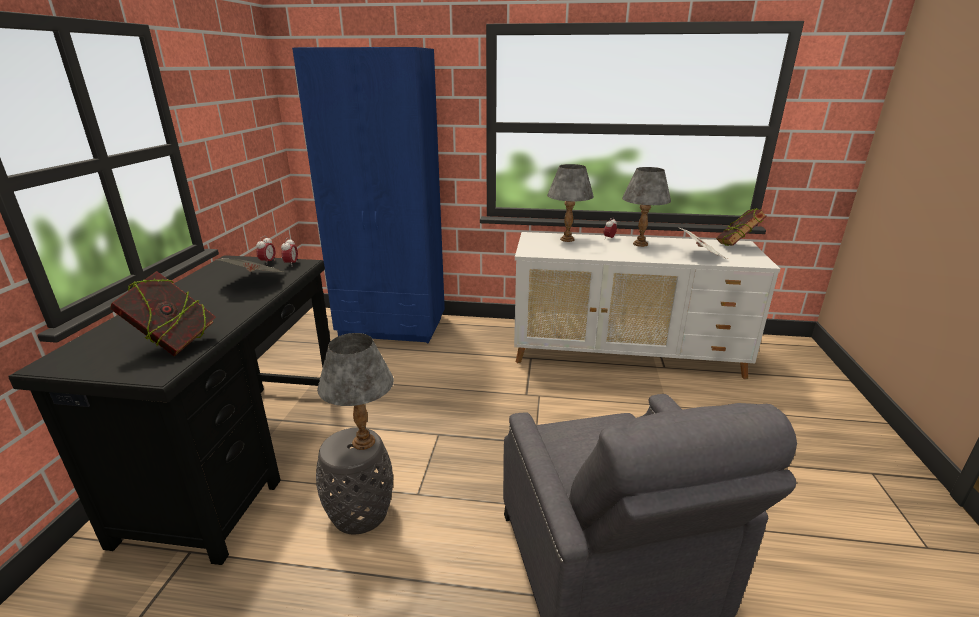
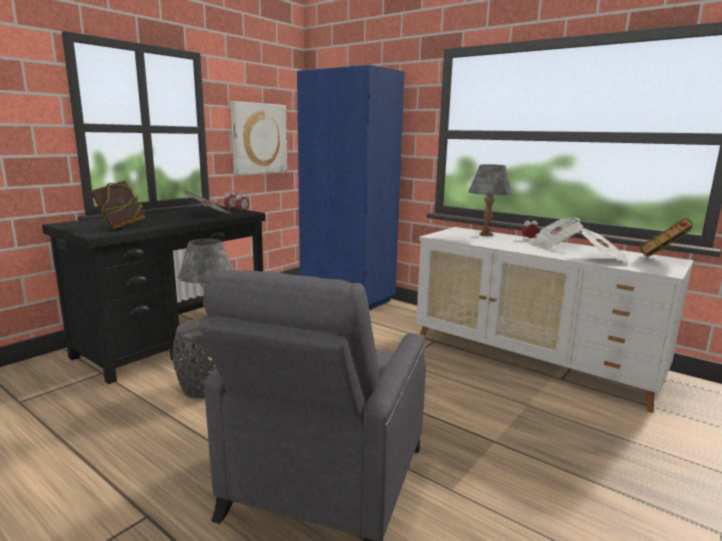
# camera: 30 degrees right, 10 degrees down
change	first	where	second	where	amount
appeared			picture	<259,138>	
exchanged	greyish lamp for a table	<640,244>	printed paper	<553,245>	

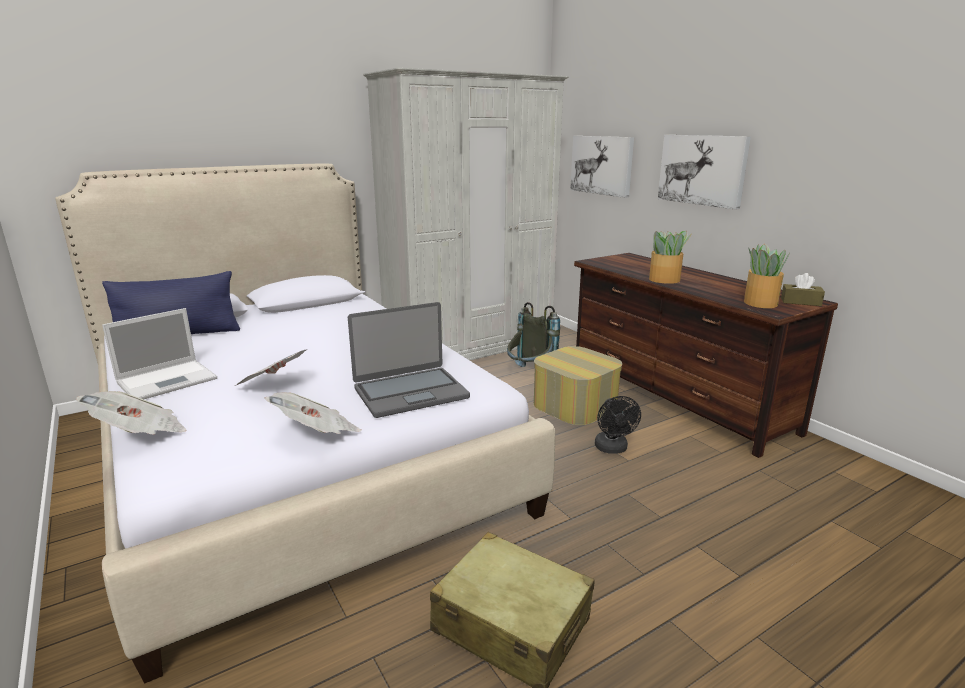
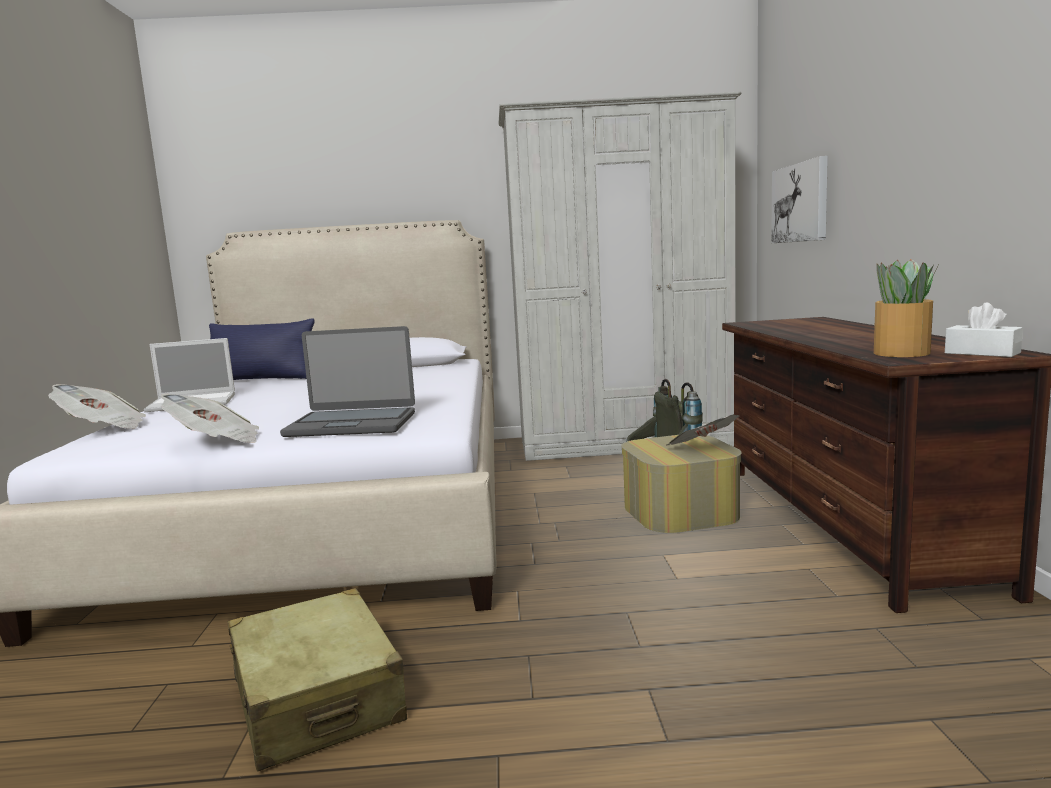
# camera: 30 degrees right, 10 degrees down
change	first	where	second	where	amount
missing	black cooling fan	<612,449>			
missing	plant in a pot	<665,280>			
missing	picture	<702,170>			
relocated	printed paper	<273,385>		<701,449>	
colour	brownish tissue box	<800,302>	whitish tissue box	<982,353>	

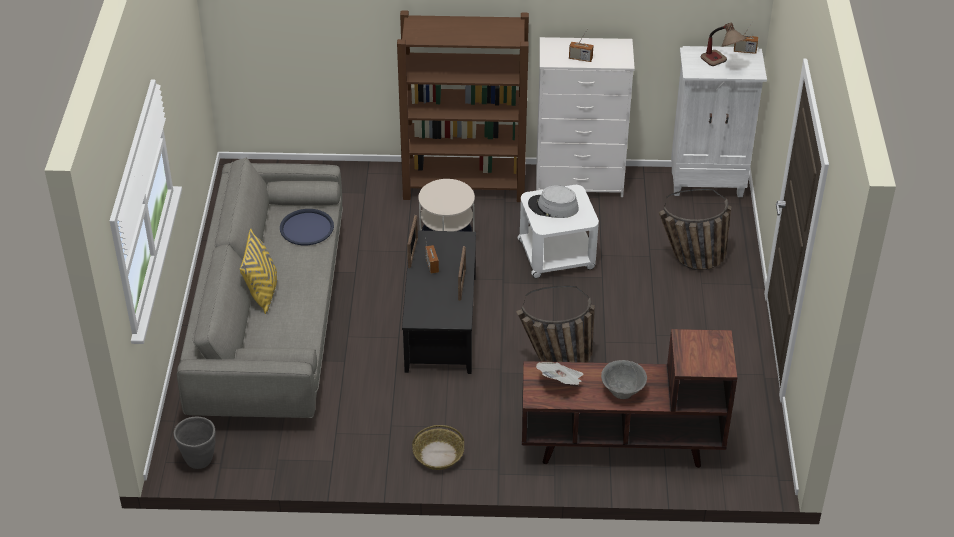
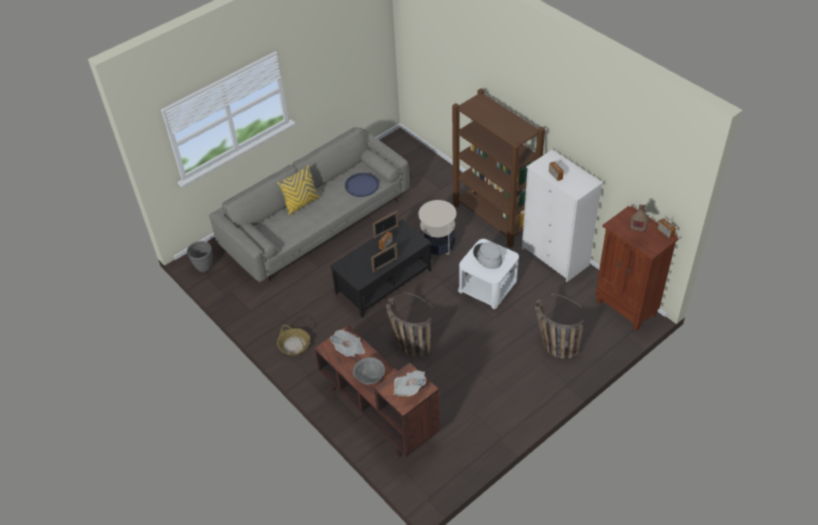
# camera: 50 degrees right, 5 degrees up
change	first	where	second	where	amount
appeared			printed paper	<408,388>	
colour	whitish storage cabinet	<707,185>	brownish storage cabinet	<625,309>	

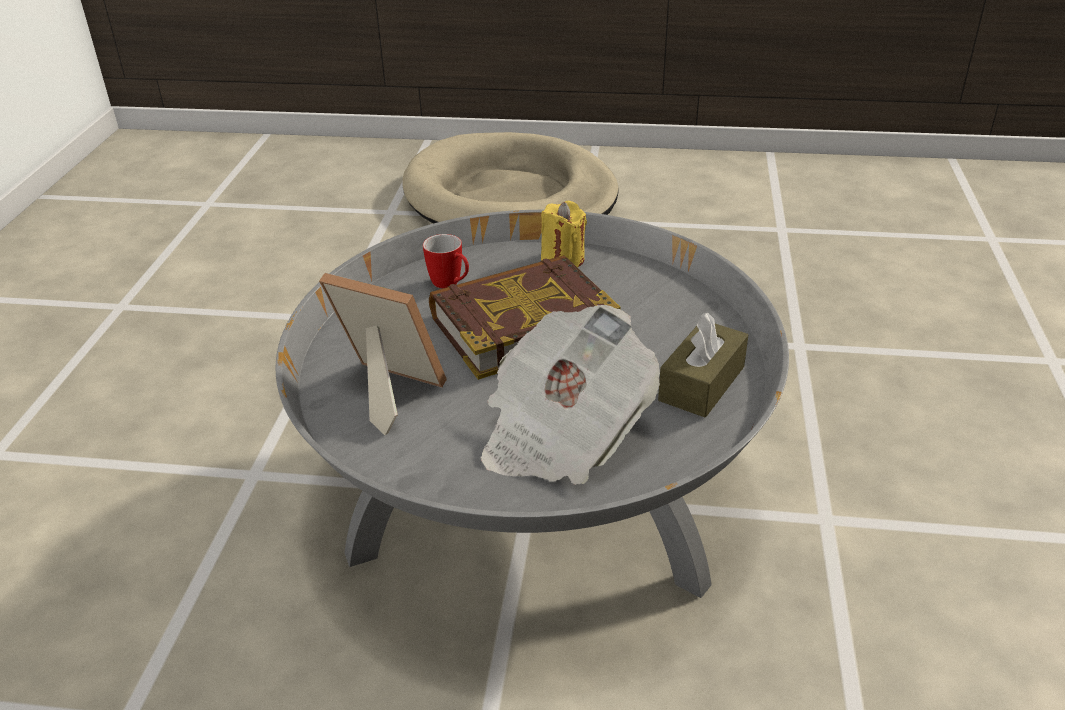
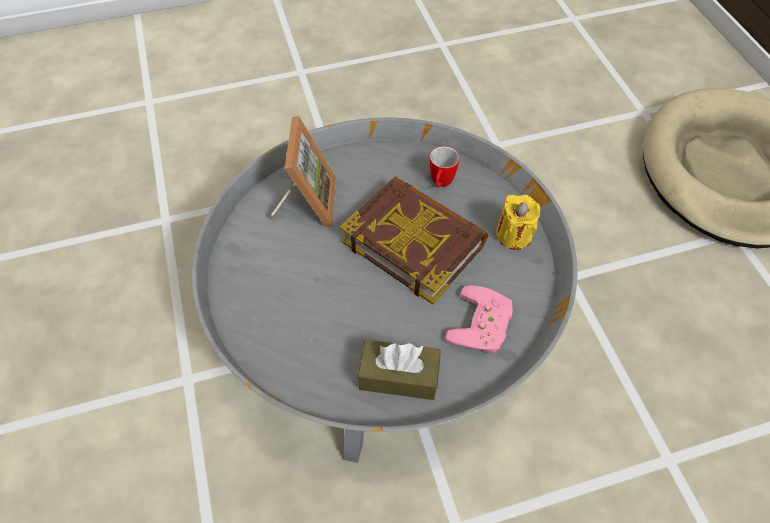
# camera: 65 degrees right, 20 degrees up
change	first	where	second	where	amount
missing	printed paper	<562,432>			
appeared			pink-coloured joypad	<484,325>	

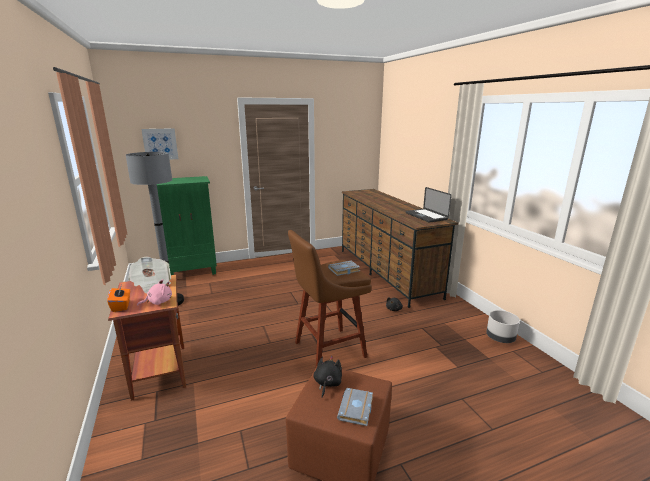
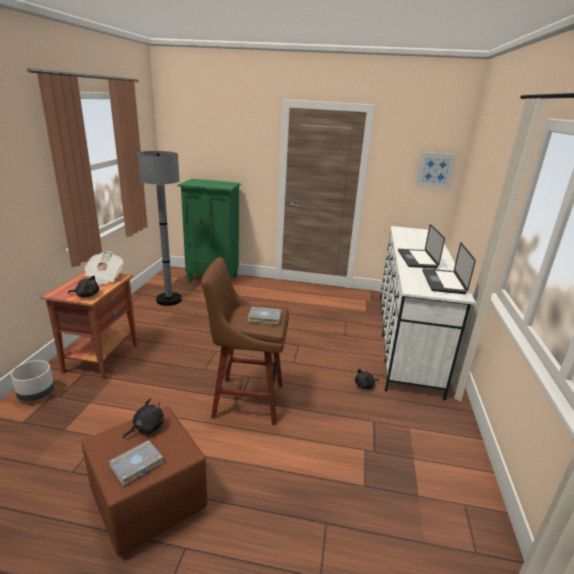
# camera: 30 degrees right, 5 degrees up
change	first	where	second	where	amount
missing	orangey tissue box	<121,306>			
appeared			notebook computer	<417,259>	
relocated	picture	<160,144>		<435,170>	
relocated	greyish planter	<500,338>		<36,394>	
colour	pink-coloured soft toy	<158,302>	black soft toy	<86,295>	
colour	brownish chest of drawers	<387,272>	whitish chest of drawers	<407,339>	

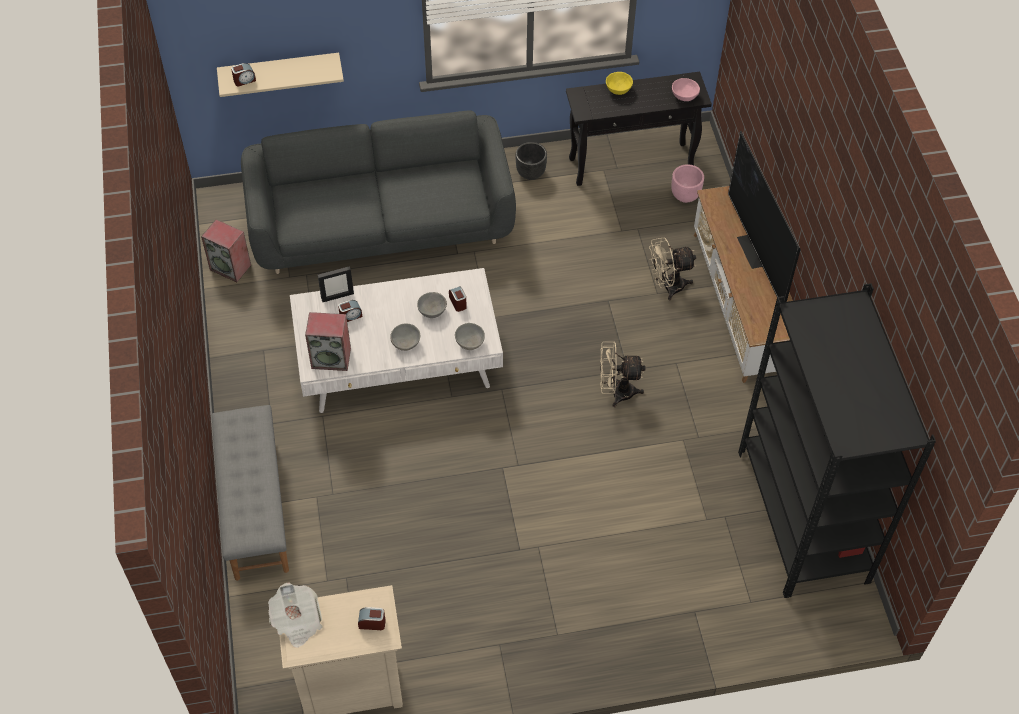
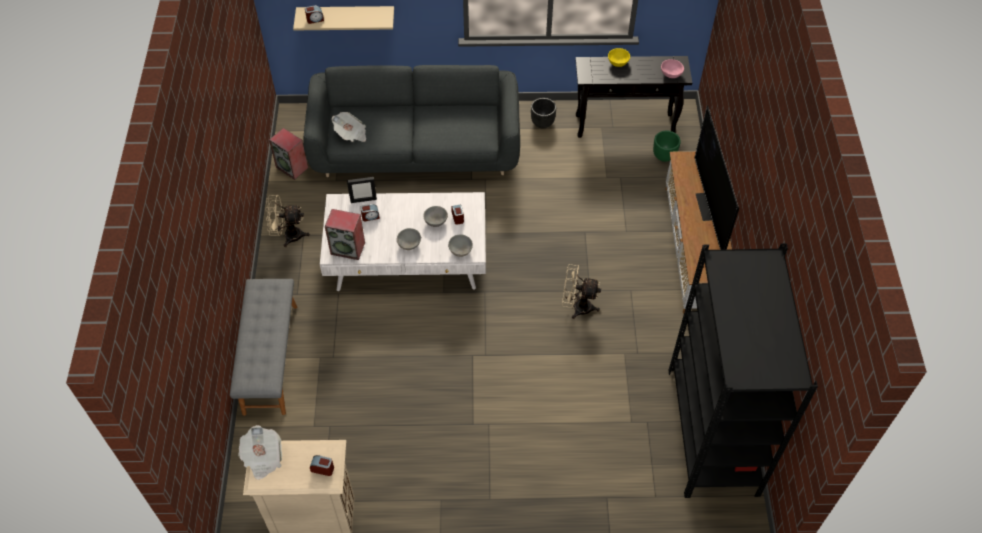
# camera: 10 degrees right, 0 degrees up
change	first	where	second	where	amount
appeared			printed paper	<351,134>	
relocated	sand-coloured cooling fan	<667,286>		<288,236>	
colour	pink-coloured planter	<685,196>	greenish planter	<664,156>	

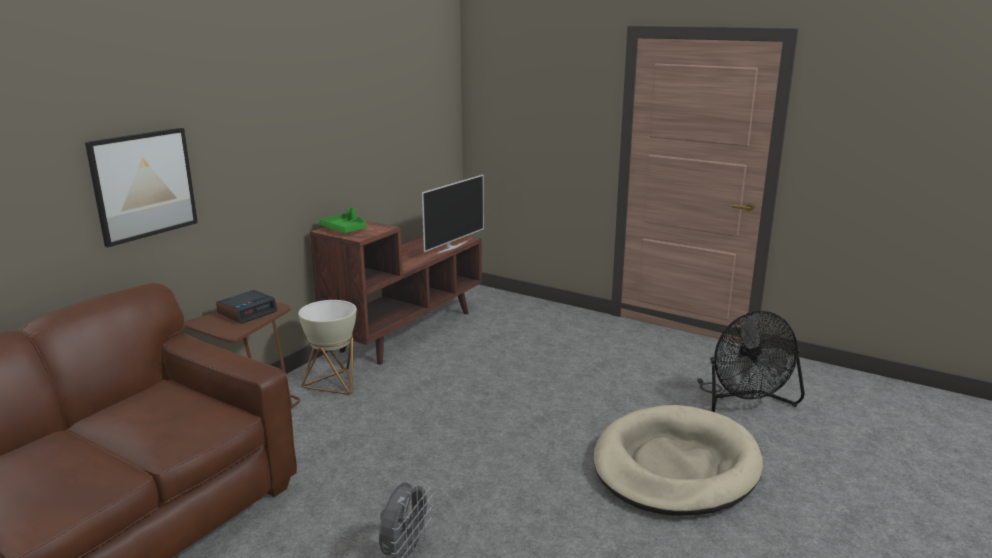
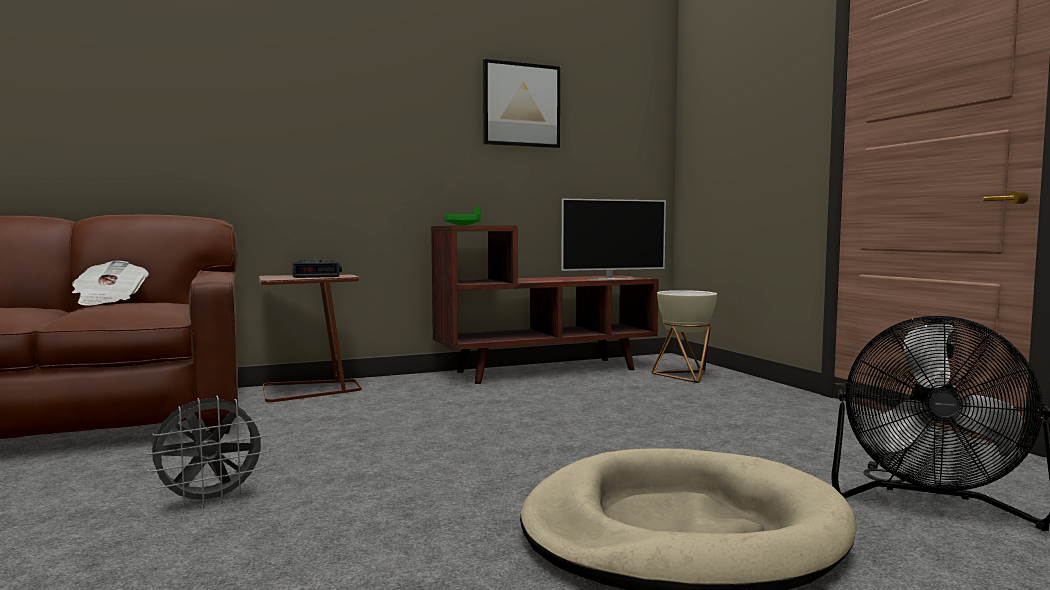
# camera: 35 degrees right, 15 degrees down
change	first	where	second	where	amount
appeared			printed paper	<108,301>	
relocated	picture	<143,185>		<521,105>	
relocated	planter	<334,383>		<685,376>	

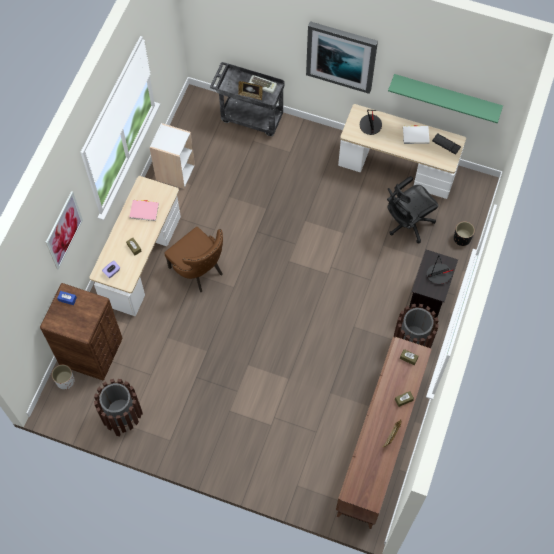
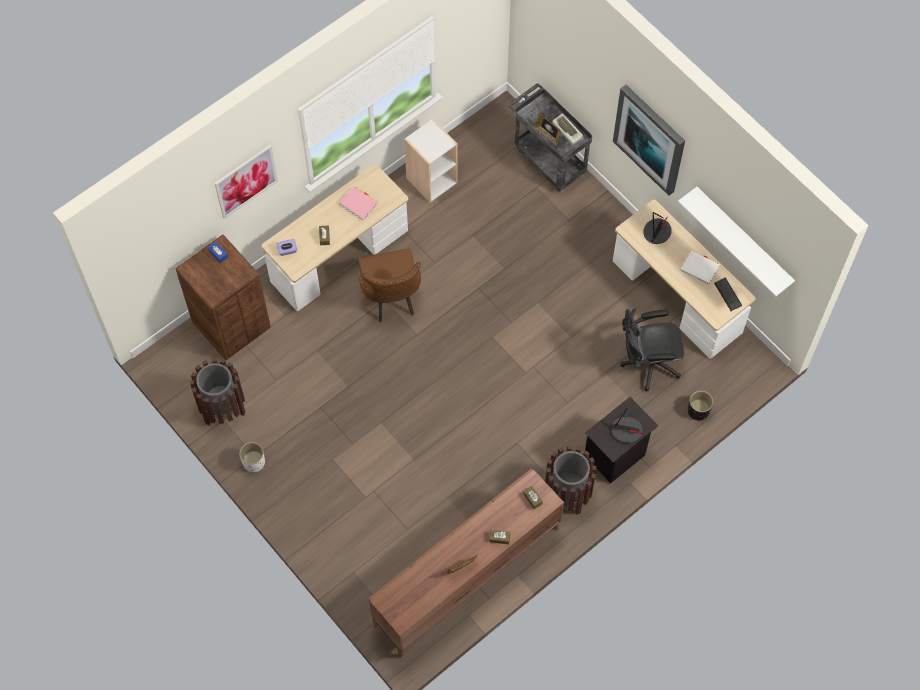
# camera: 30 degrees right, 0 degrees up
change	first	where	second	where	amount
relocated	whitish planter	<65,381>		<253,462>	
colour	greenish wall shelf	<446,95>	whitish wall shelf	<743,238>	

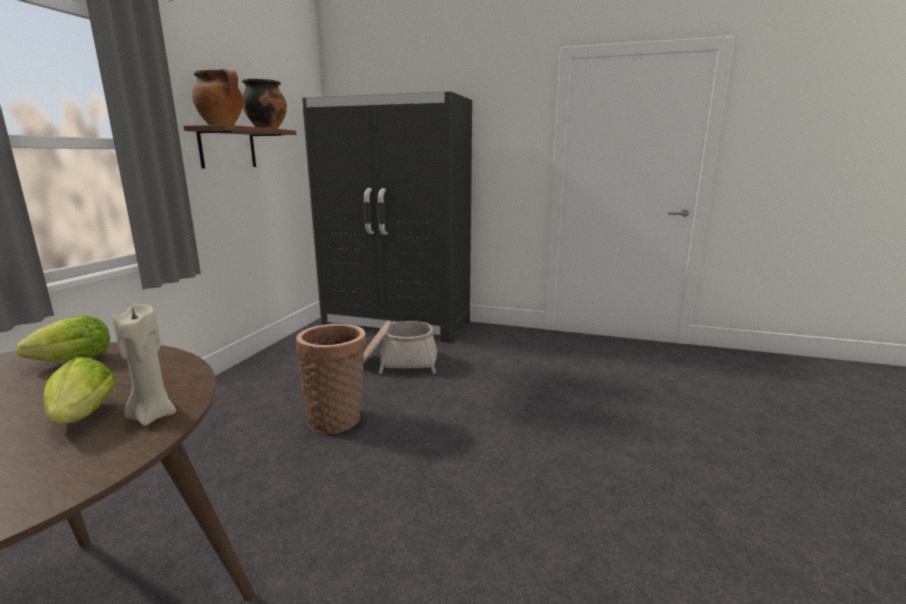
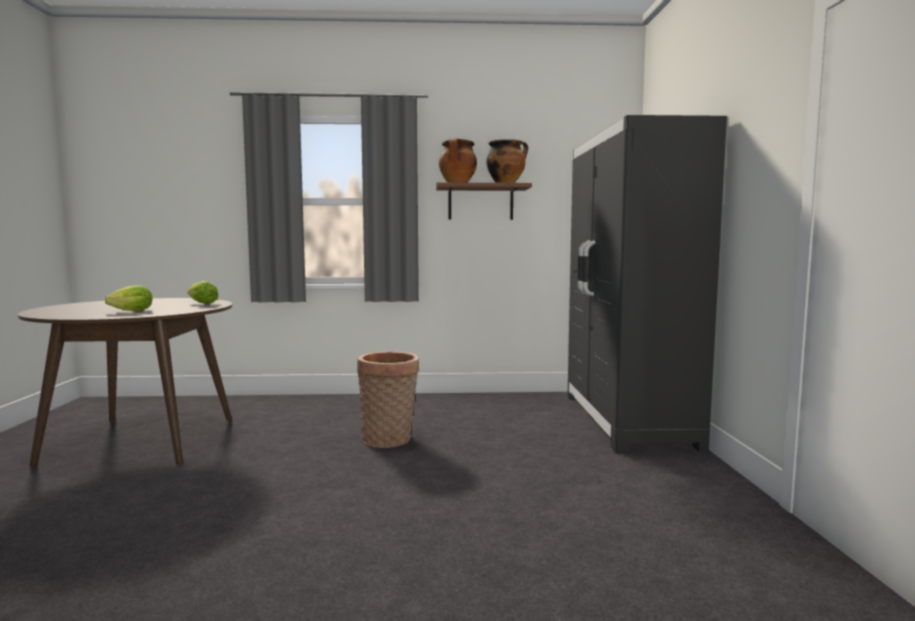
# camera: 70 degrees right, 10 degrees down
change	first	where	second	where	amount
missing	sand-coloured candle	<152,416>			
missing	storage basket	<399,362>			

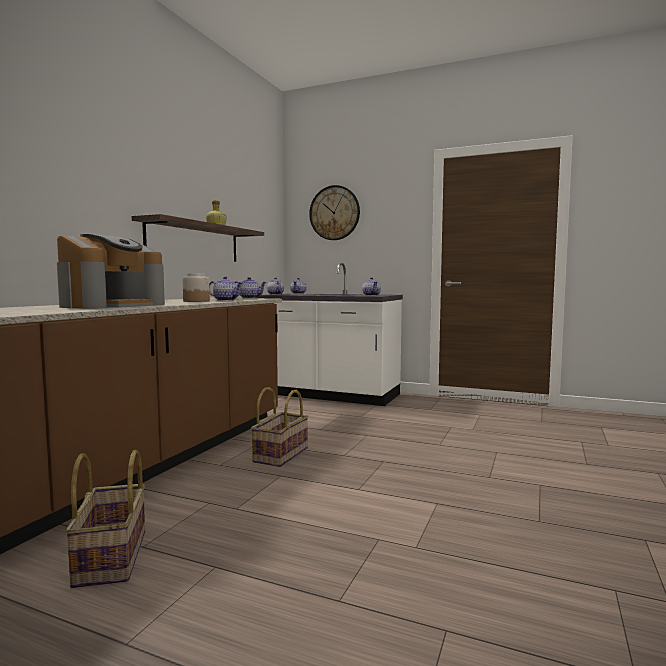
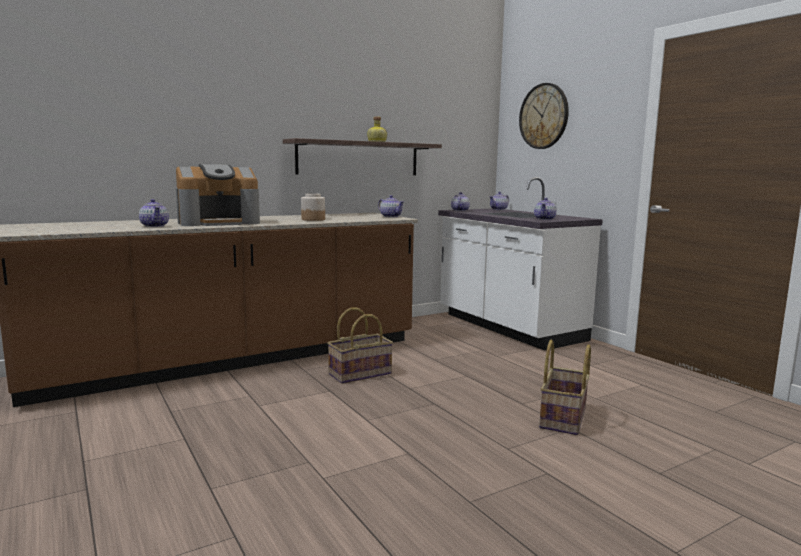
# camera: 35 degrees right, 5 degrees up
change	first	where	second	where	amount
relocated	storage basket	<113,558>		<564,418>	
relocated	tea pot	<225,300>		<155,226>	

